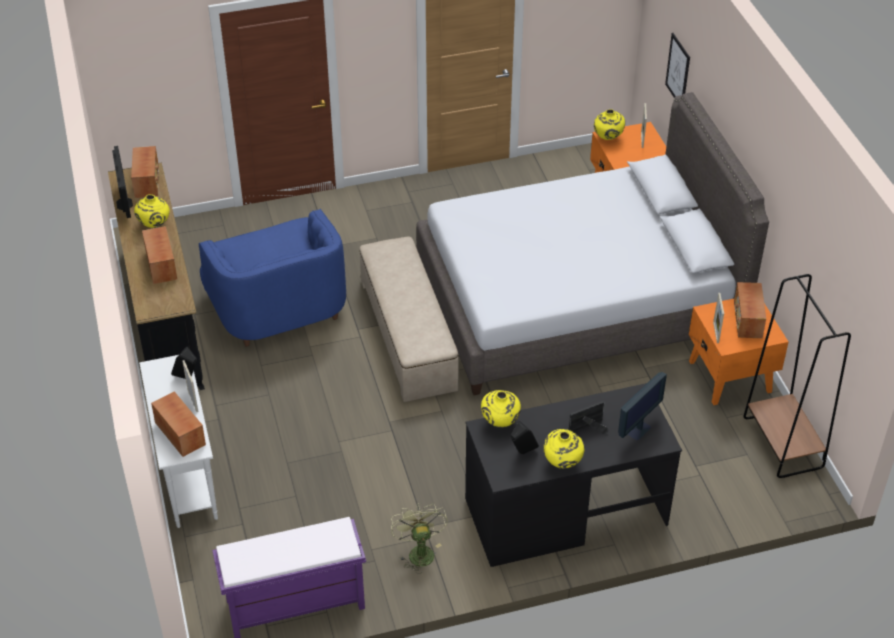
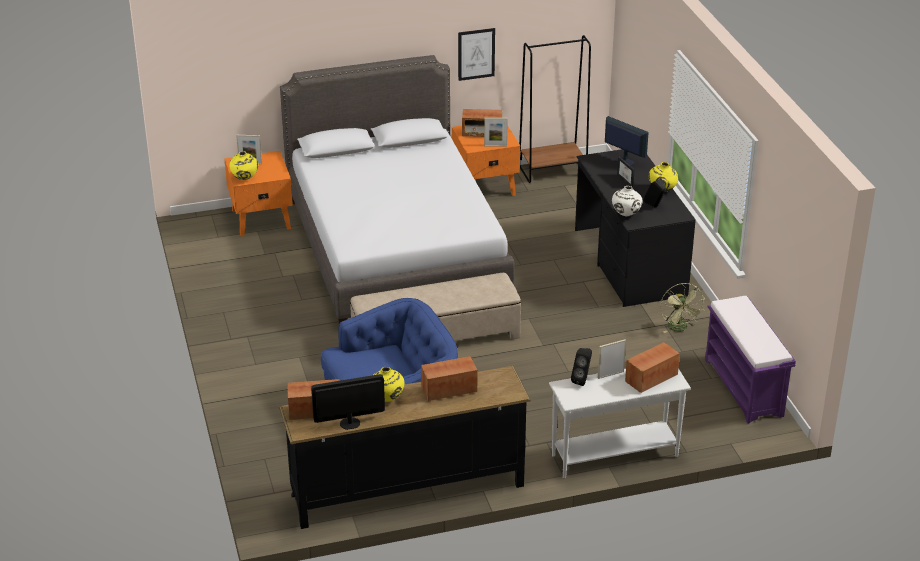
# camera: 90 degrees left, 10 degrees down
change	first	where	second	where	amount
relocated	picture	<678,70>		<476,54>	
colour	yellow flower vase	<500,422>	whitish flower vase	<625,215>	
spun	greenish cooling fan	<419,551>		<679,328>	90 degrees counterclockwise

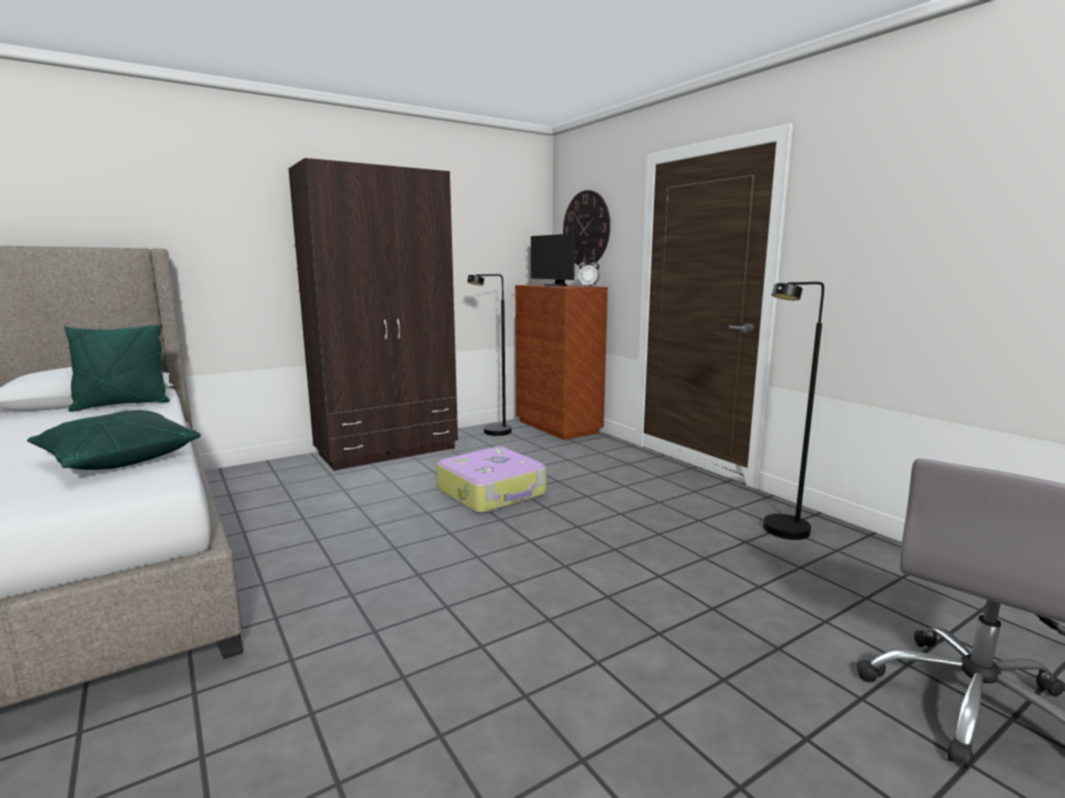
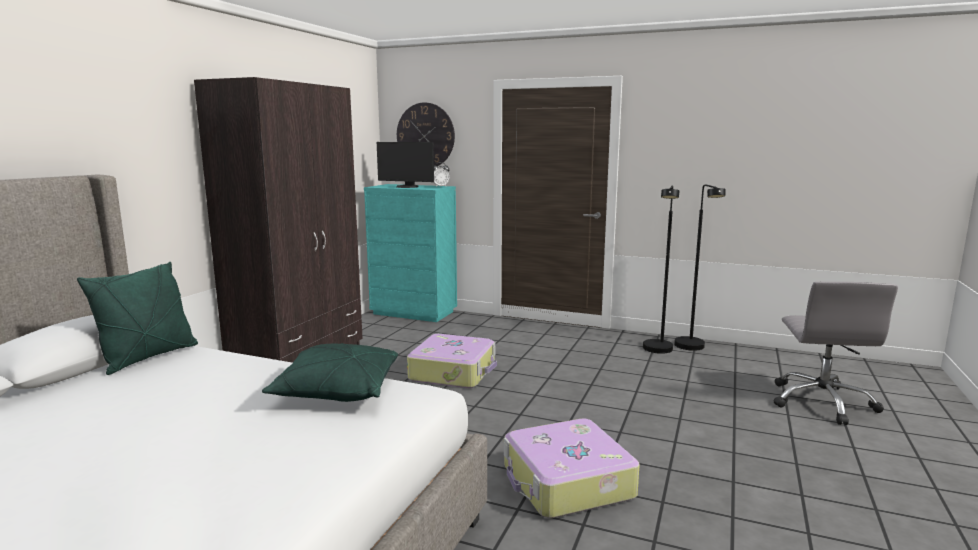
# camera: 35 degrees left, 0 degrees up
change	first	where	second	where	amount
appeared			suitcase	<566,483>	
relocated	black floor lamp	<493,434>		<692,348>	
colour	brownish chest of drawers	<559,427>	turquoise chest of drawers	<414,312>	

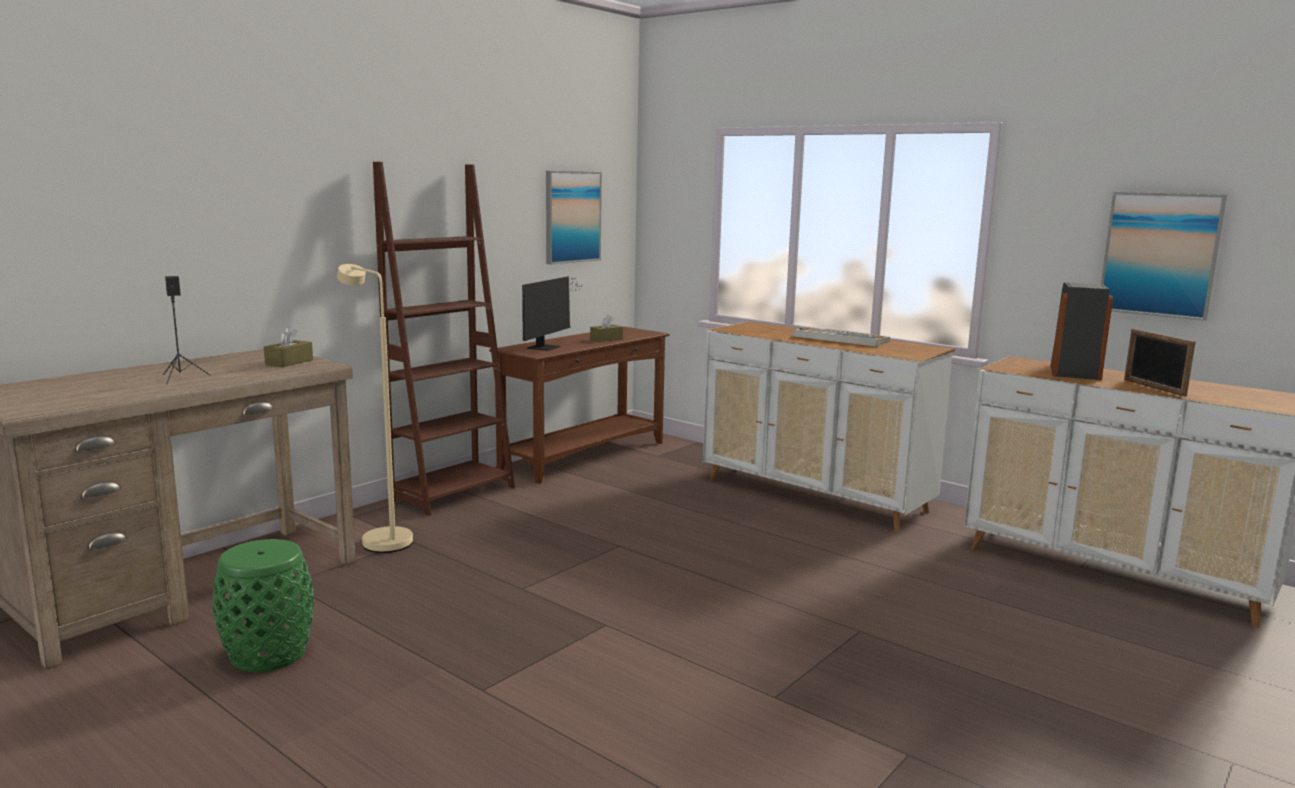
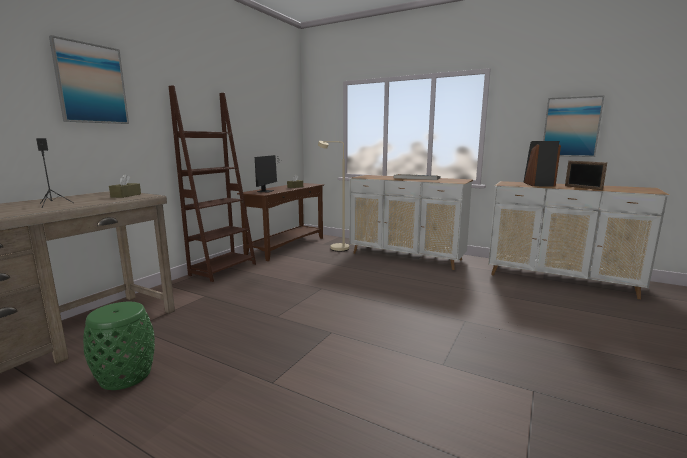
# camera: 10 degrees left, 0 degrees up
change	first	where	second	where	amount
relocated	sand-coloured floor lamp	<381,539>		<335,247>	
relocated	picture	<572,217>		<91,84>	

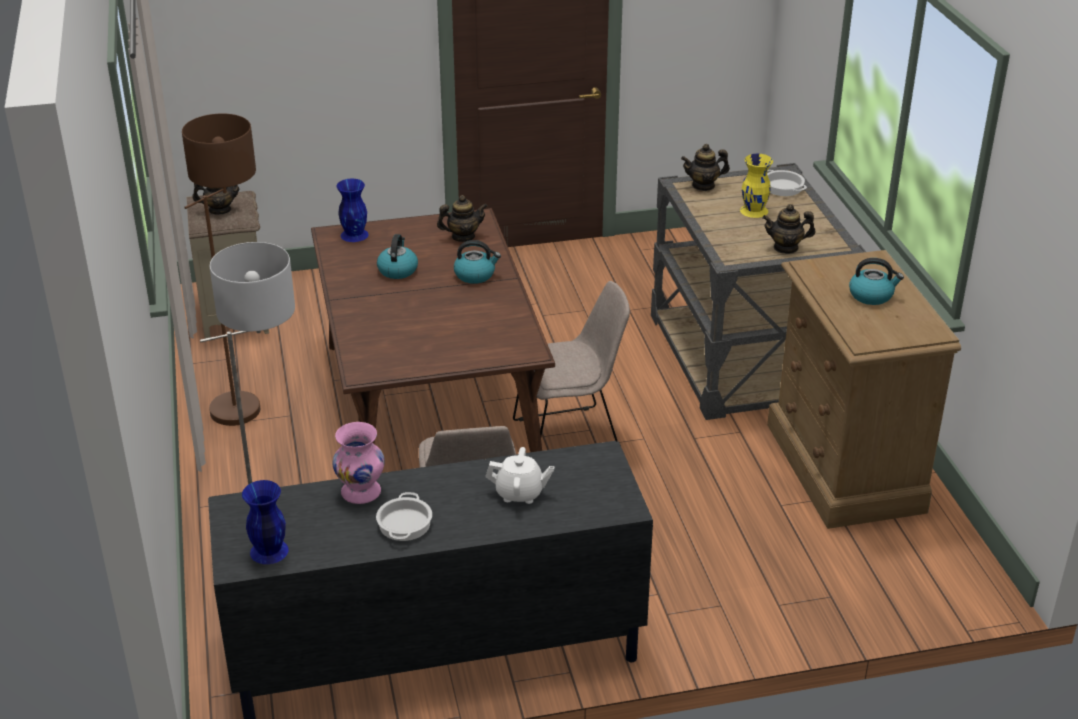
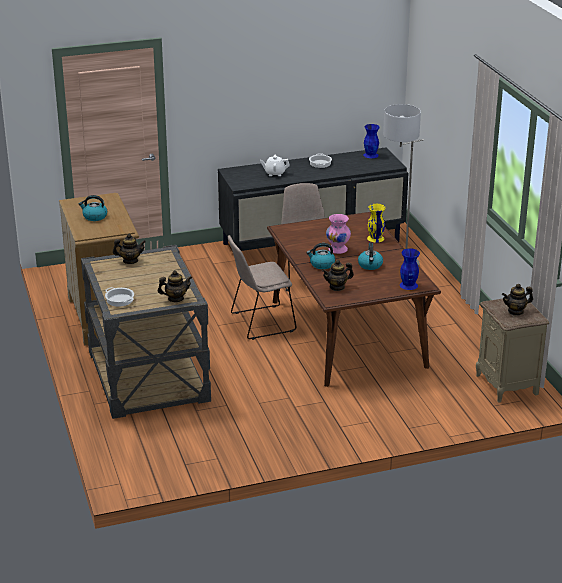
# camera: 175 degrees right, 5 degrees down
change	first	where	second	where	amount
missing	brownish floor lamp	<246,403>			
relocated	pink-coloured flower vase	<360,492>		<338,249>	
relocated	yellow flower vase	<754,210>		<375,238>	

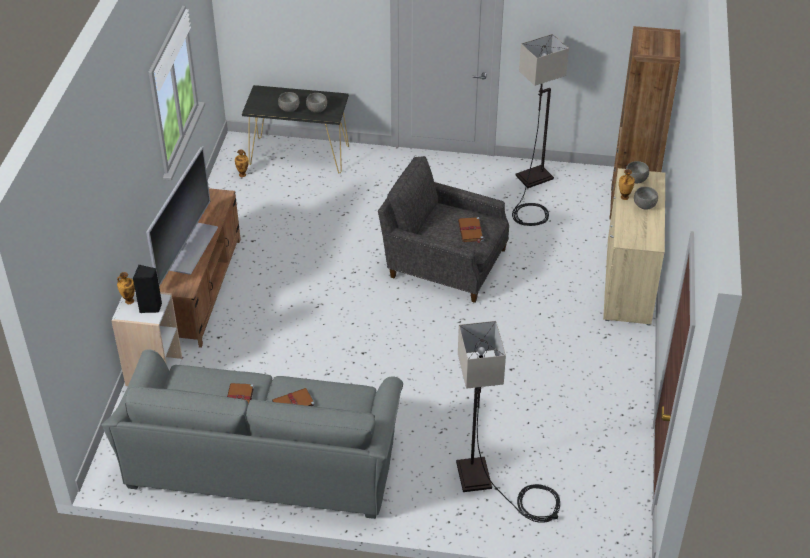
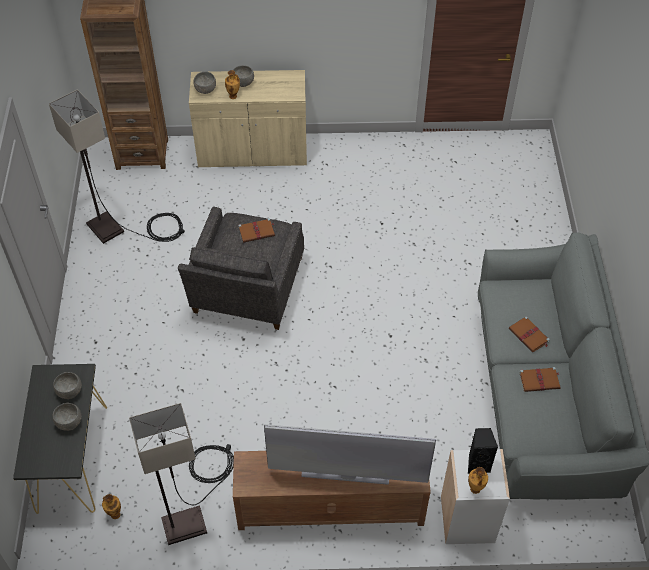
# camera: 100 degrees left, 10 degrees up
change	first	where	second	where	amount
relocated	floor lamp	<508,492>		<200,492>	

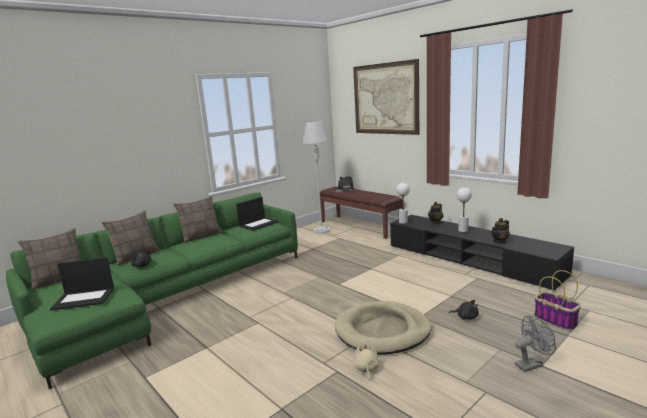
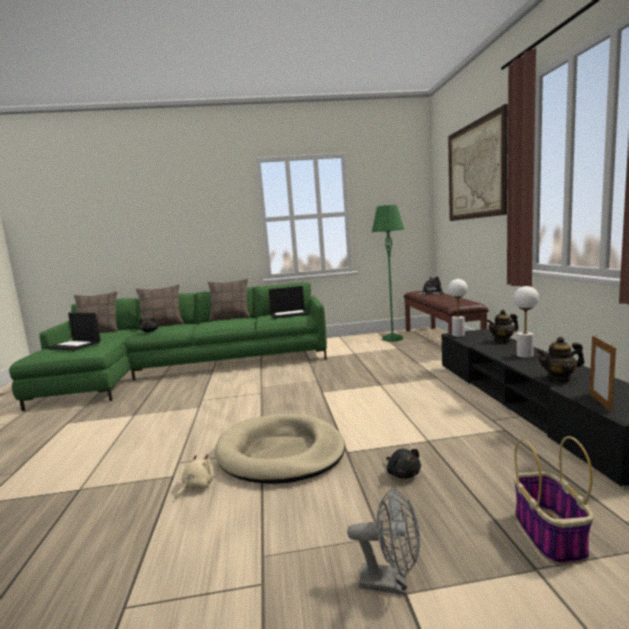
# camera: 35 degrees right, 5 degrees down
change	first	where	second	where	amount
appeared			standing frame	<600,402>	
colour	greyish floor lamp	<321,230>	greenish floor lamp	<392,338>	

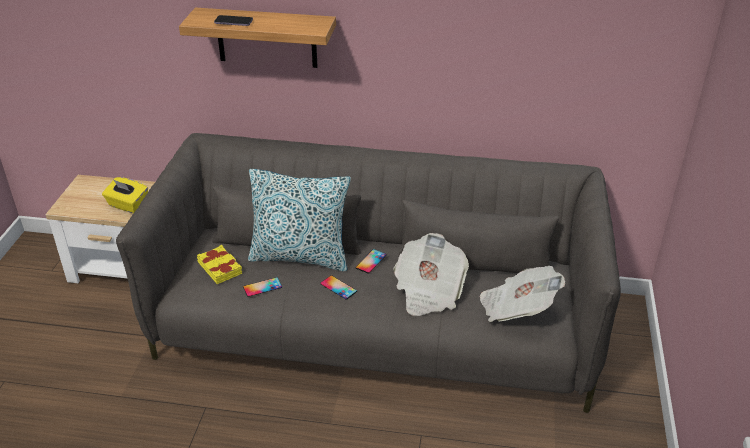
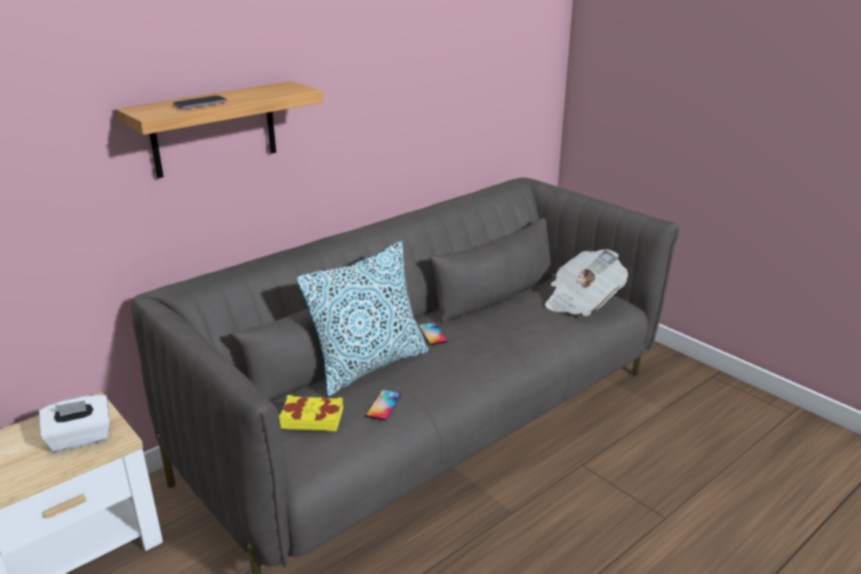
# camera: 50 degrees left, 10 degrees down
change	first	where	second	where	amount
missing	telephone	<338,287>			
missing	printed paper	<428,291>			
colour	yellow tissue box	<127,205>	whitish tissue box	<80,439>	

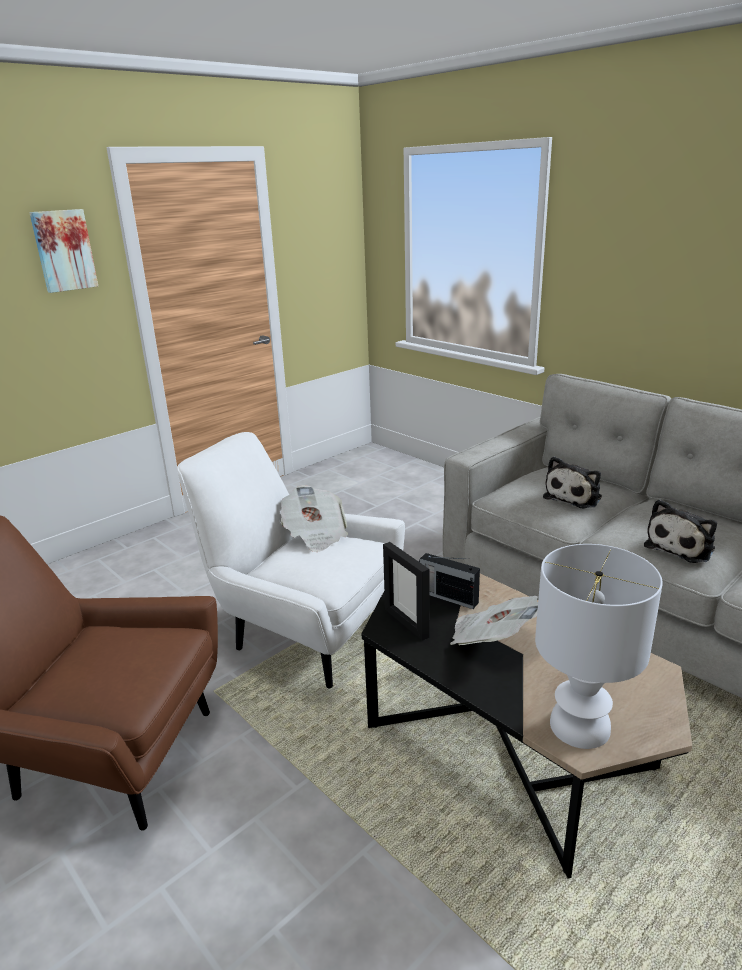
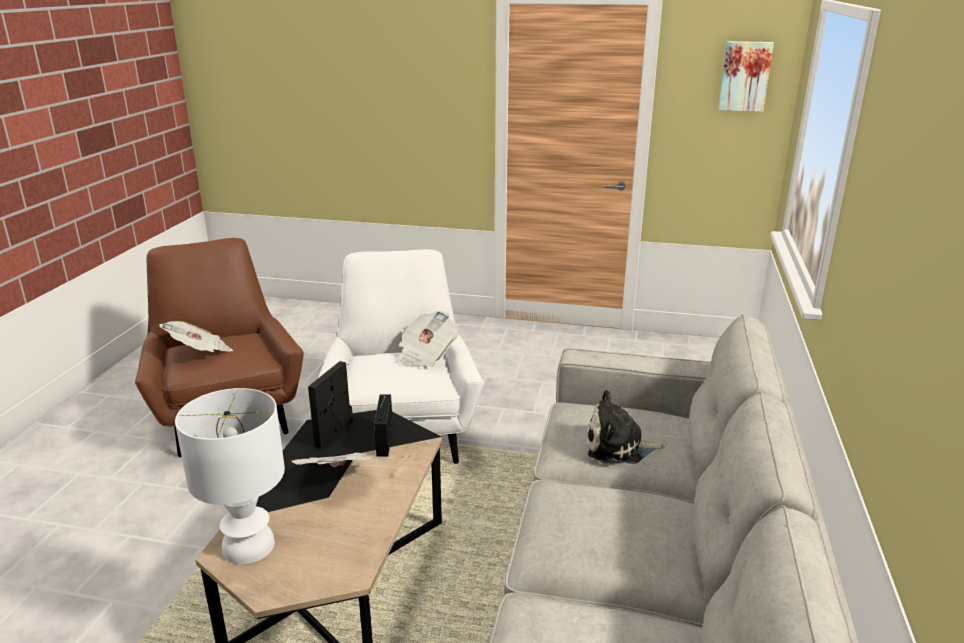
# camera: 55 degrees right, 0 degrees up
change	first	where	second	where	amount
missing	soft toy	<681,546>			
appeared			printed paper	<200,352>	
relocated	picture	<63,250>		<745,76>	

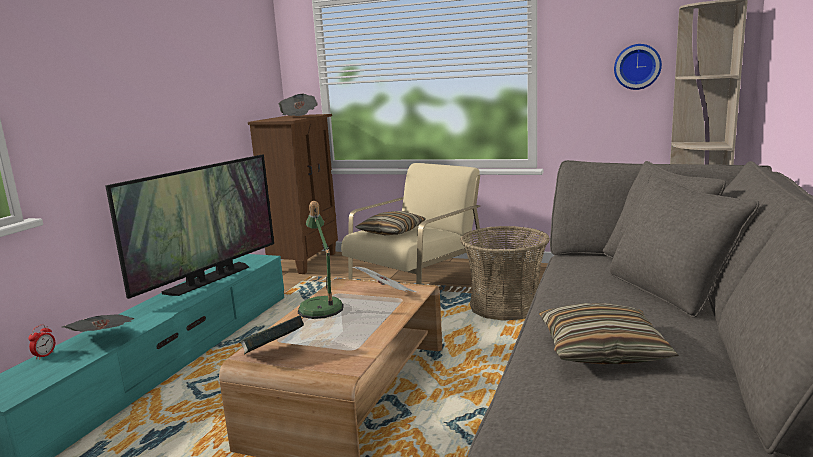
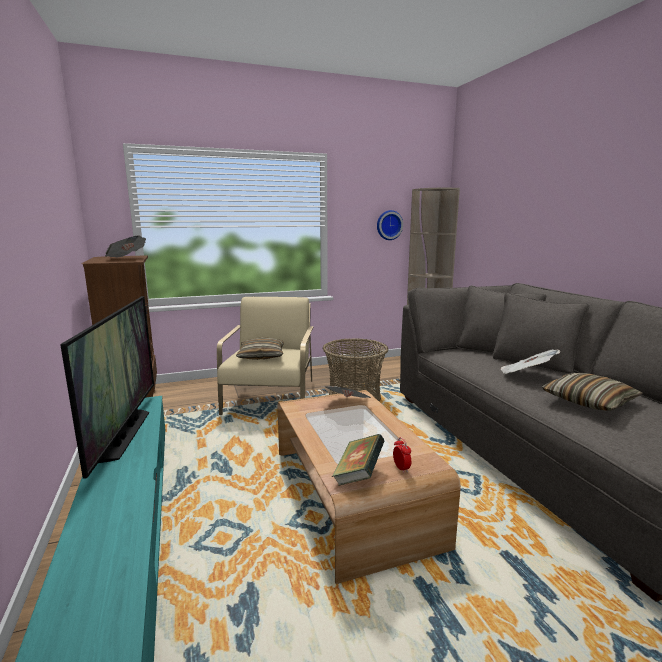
# camera: 40 degrees left, 0 degrees up
change	first	where	second	where	amount
missing	lamp for a table	<321,306>			
relocated	bedside clock	<45,355>		<401,468>	
relocated	printed paper	<104,339>		<525,375>	

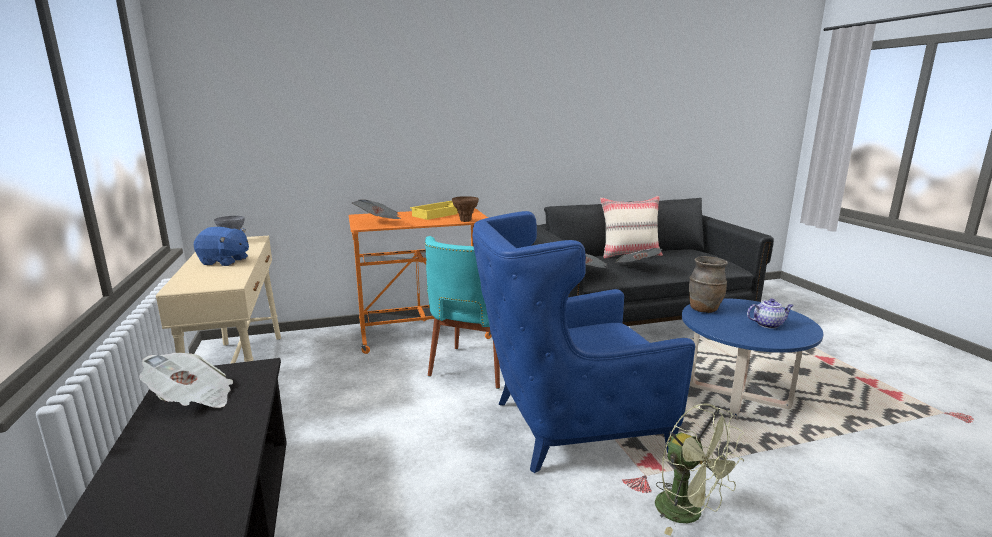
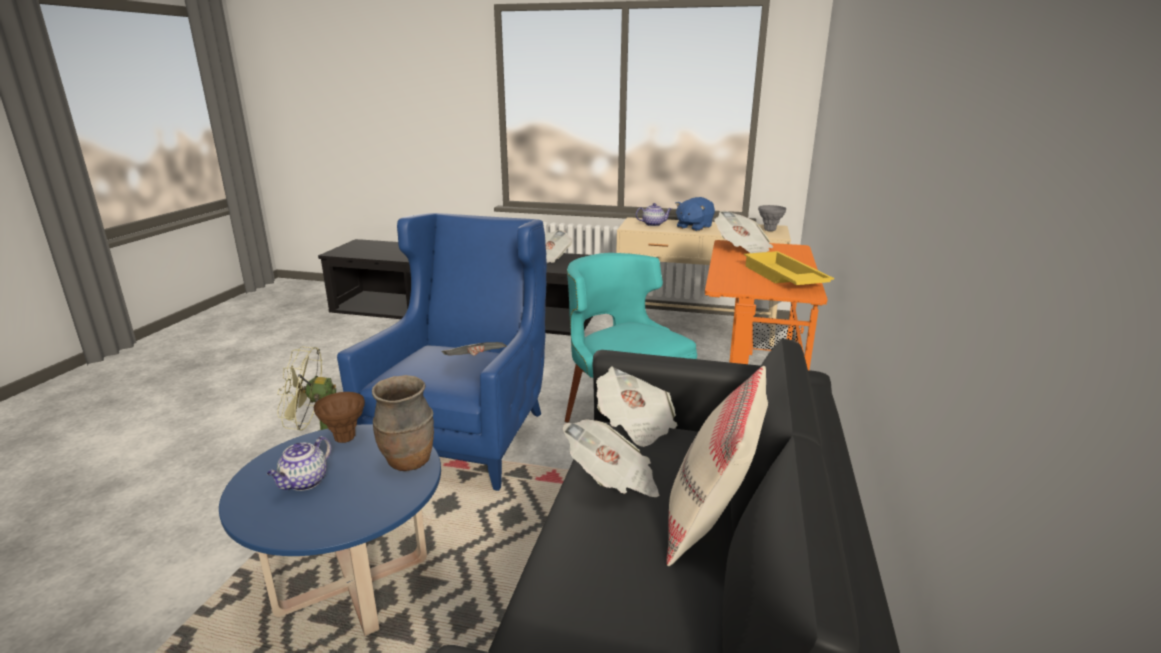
# camera: 120 degrees right, 5 degrees up
change	first	where	second	where	amount
appeared			printed paper	<475,365>	
appeared			tea pot	<653,224>	
relocated	brownish flower vase	<465,221>		<344,438>	

